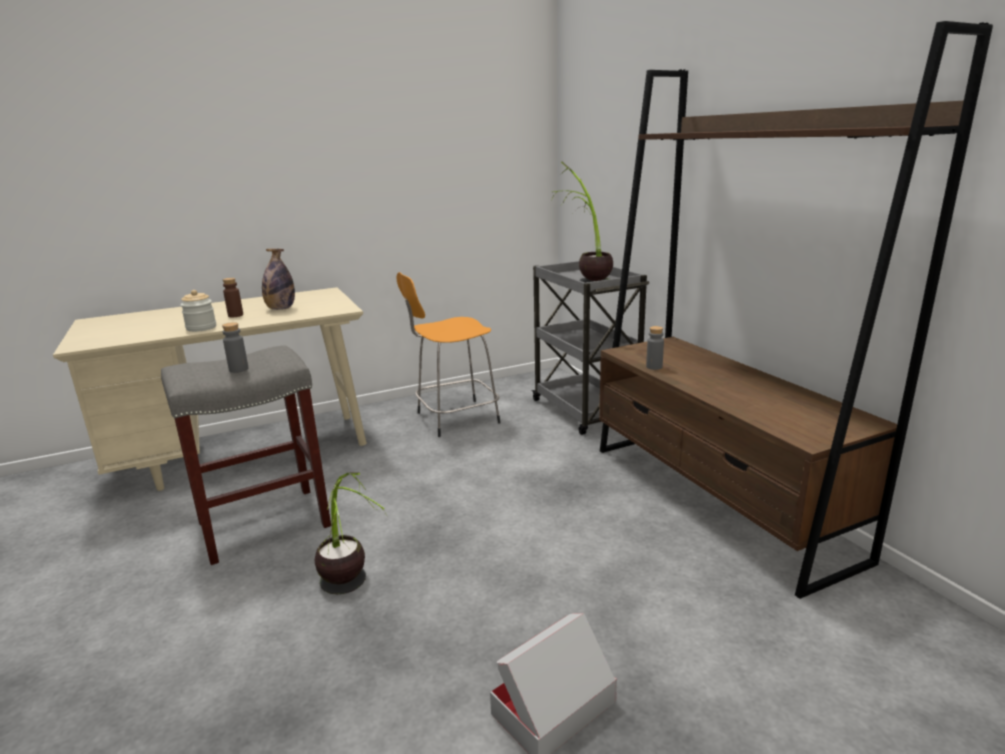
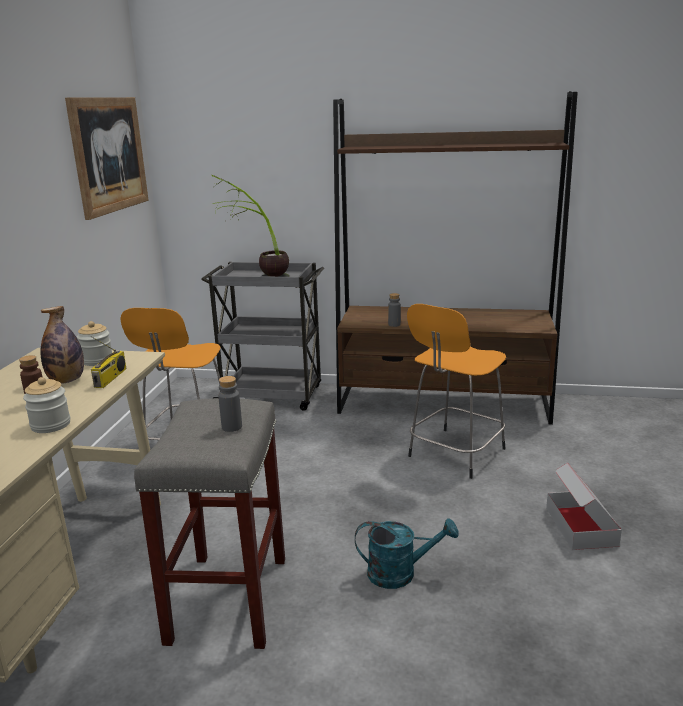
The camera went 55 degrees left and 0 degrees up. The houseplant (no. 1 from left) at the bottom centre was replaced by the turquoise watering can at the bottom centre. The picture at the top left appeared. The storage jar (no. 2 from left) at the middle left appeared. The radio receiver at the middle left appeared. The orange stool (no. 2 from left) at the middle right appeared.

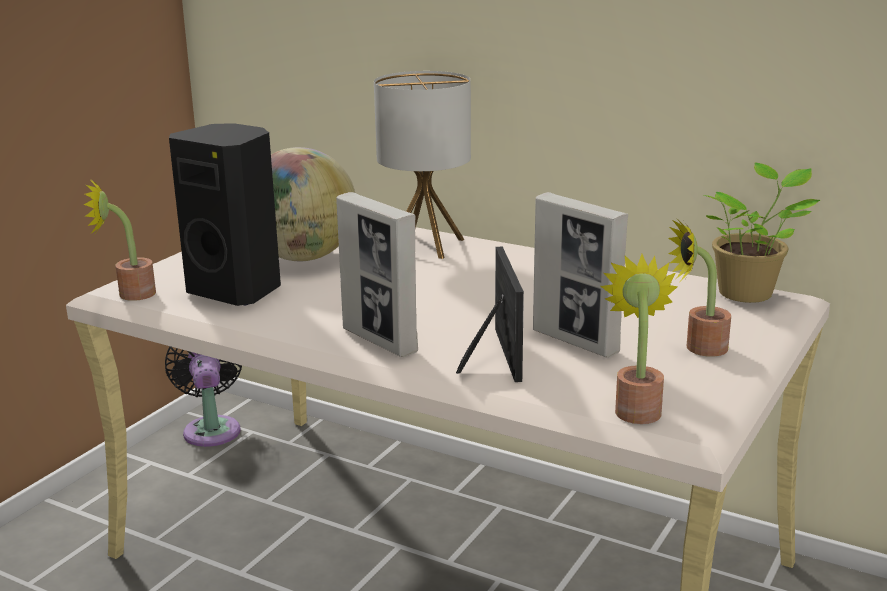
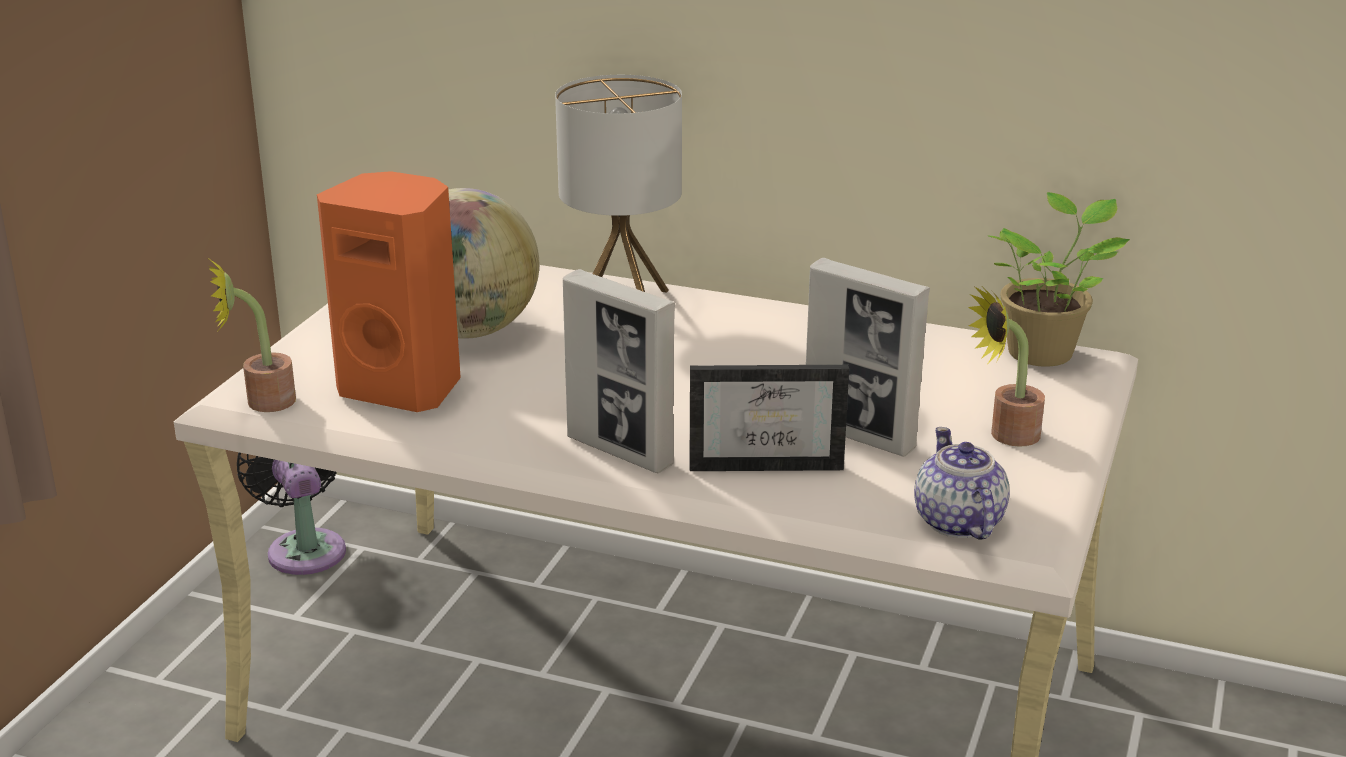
The camera went 10 degrees left and 5 degrees up. The blackish loudspeaker at the middle left became the orange loudspeaker at the middle left. The picture frame (no. 2 from left) at the centre turned 105 degrees clockwise. The houseplant (no. 2 from left) at the middle right was replaced by the teapot at the middle right.

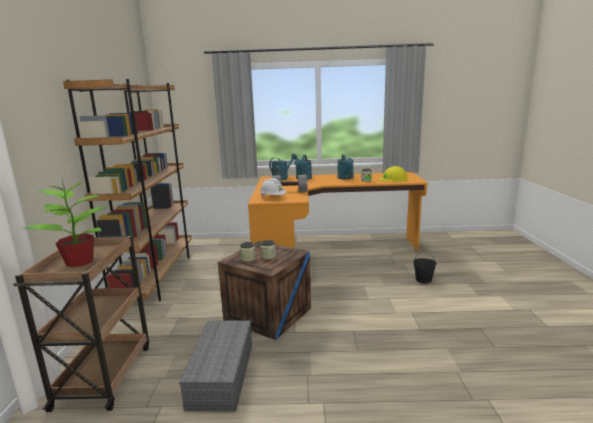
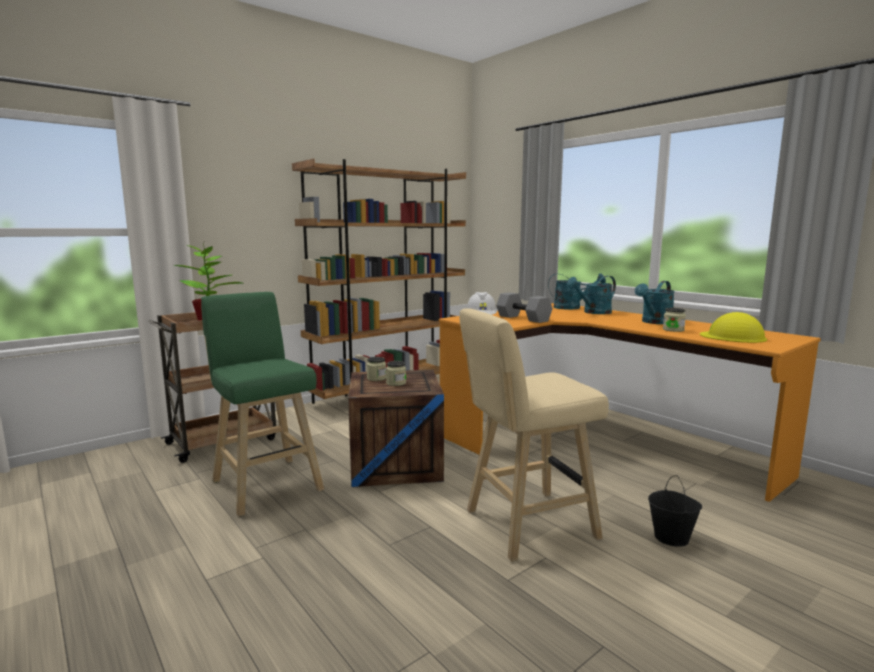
The camera went 50 degrees right and 5 degrees down. The gray storage container at the bottom centre was replaced by the greenish stool at the middle left. The beige-coloured stool at the centre appeared.

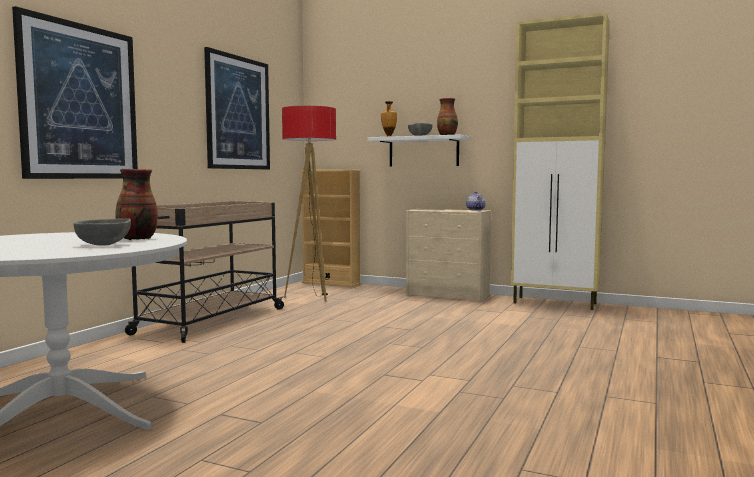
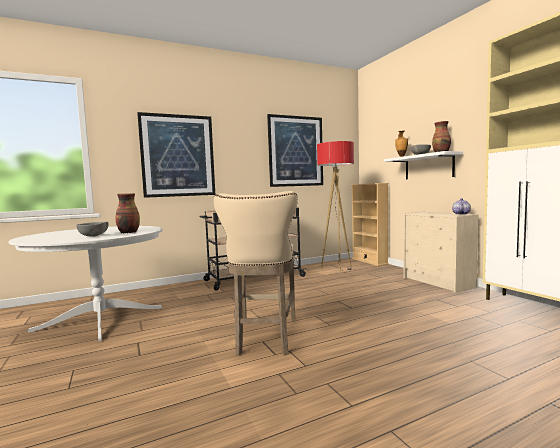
The camera went 40 degrees right and 0 degrees up. The beige-coloured stool at the centre appeared.

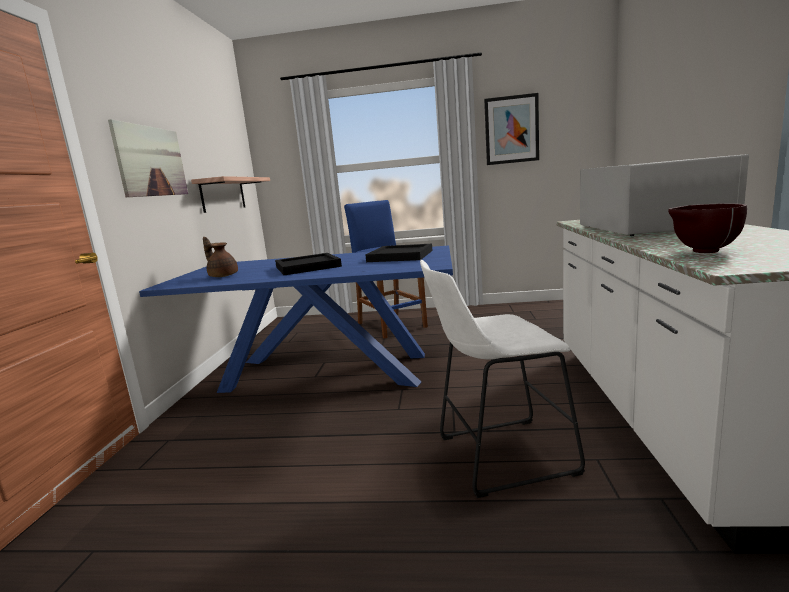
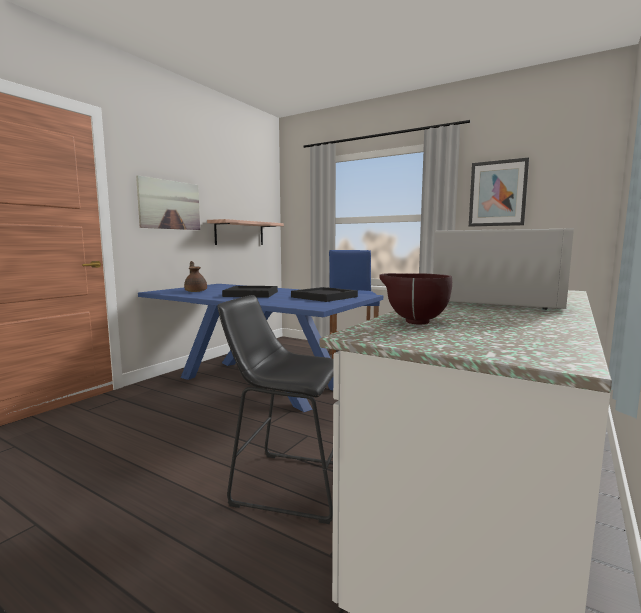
The camera went 25 degrees right and 5 degrees down. The whitish stool at the centre became the blackish stool at the bottom centre.

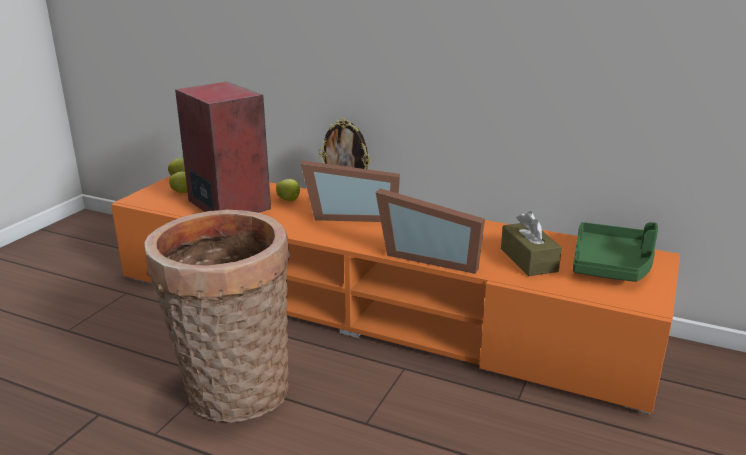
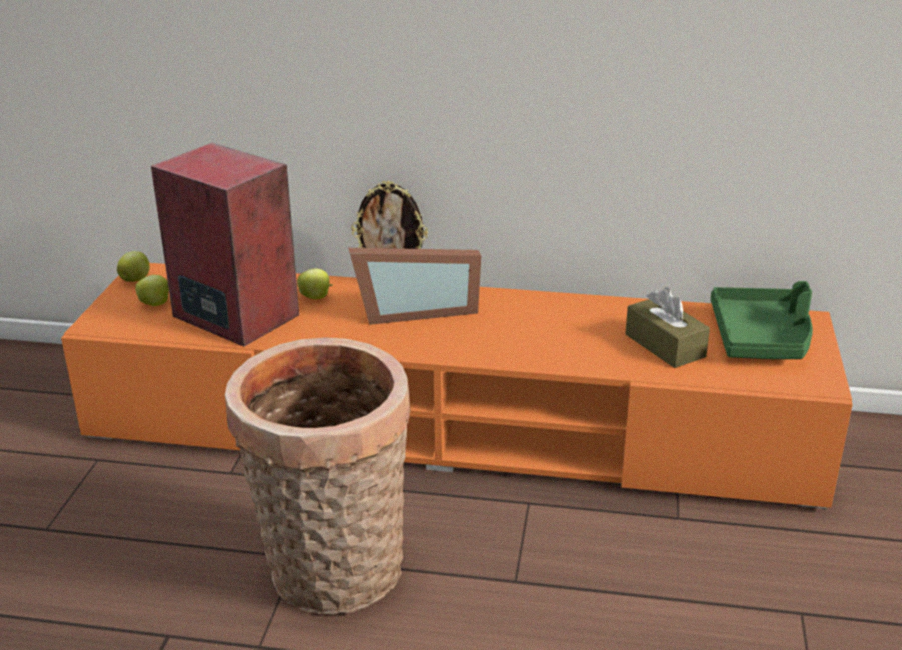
The camera went 15 degrees left and 5 degrees up. The picture frame (no. 3 from left) at the centre disappeared.

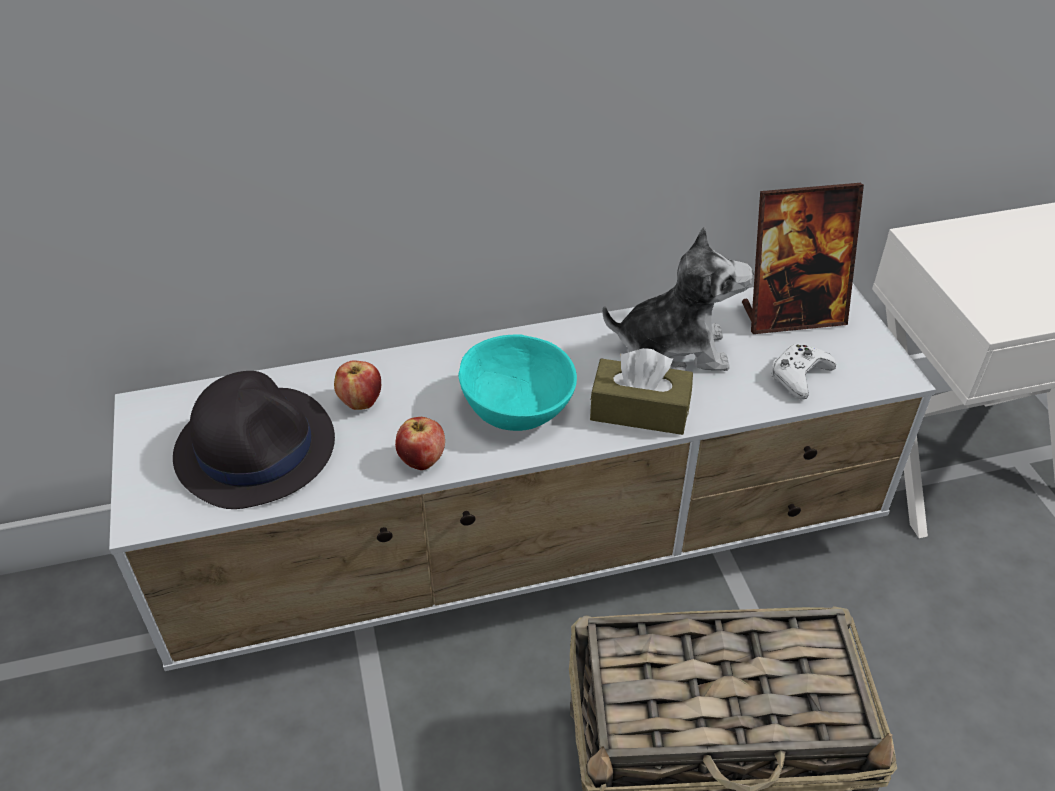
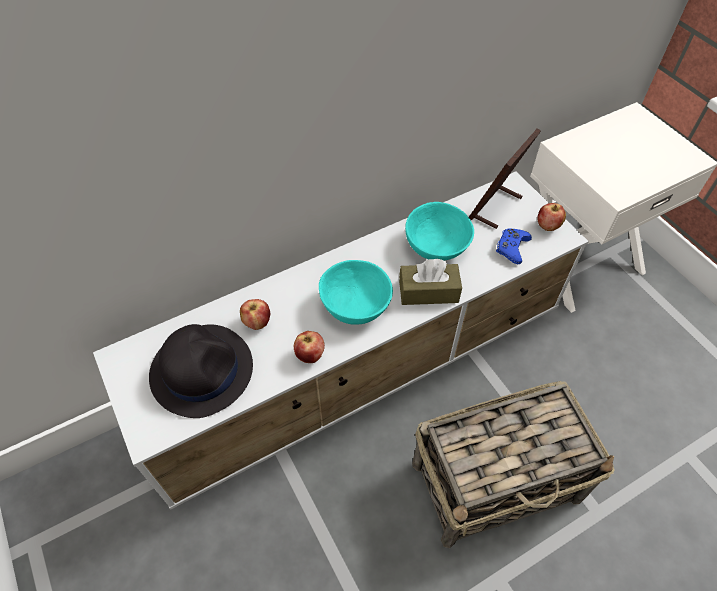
The camera went 15 degrees left and 10 degrees up. The plush toy at the centre was replaced by the turquoise bowl (no. 2 from left) at the centre. The picture frame at the top right turned 150 degrees clockwise. The whitish gamepad at the middle right became the blue-coloured gamepad at the middle right. The apple fruit (no. 3 from left) at the middle right appeared.

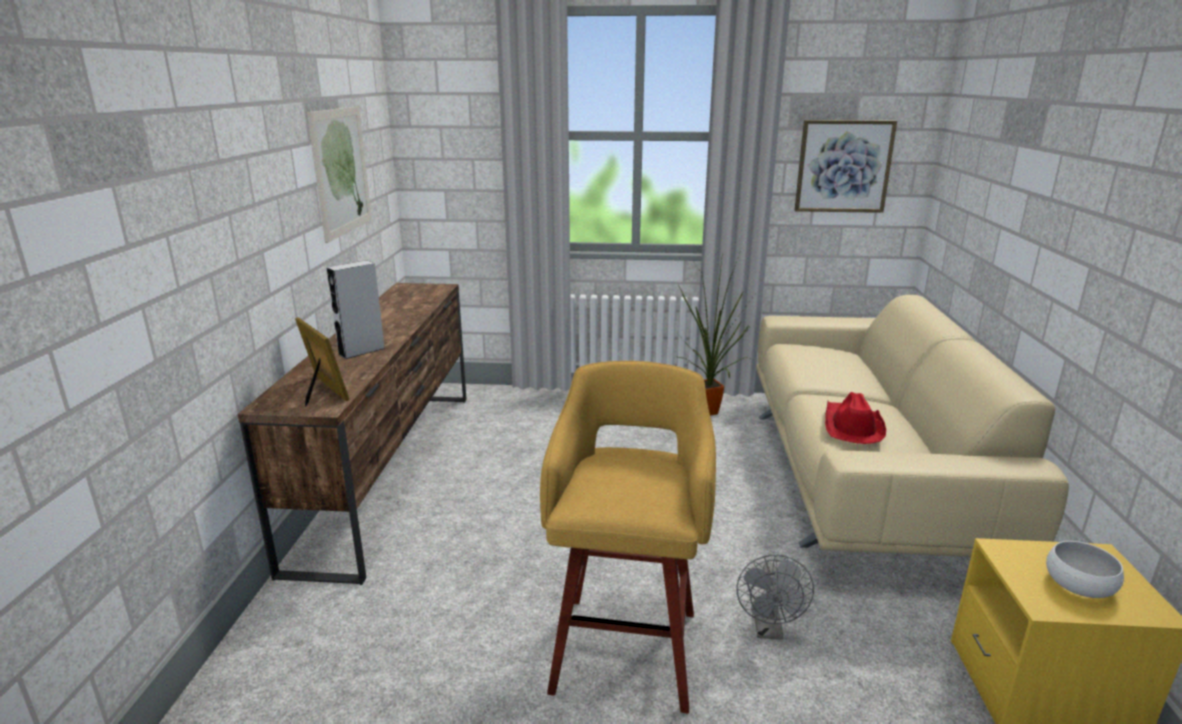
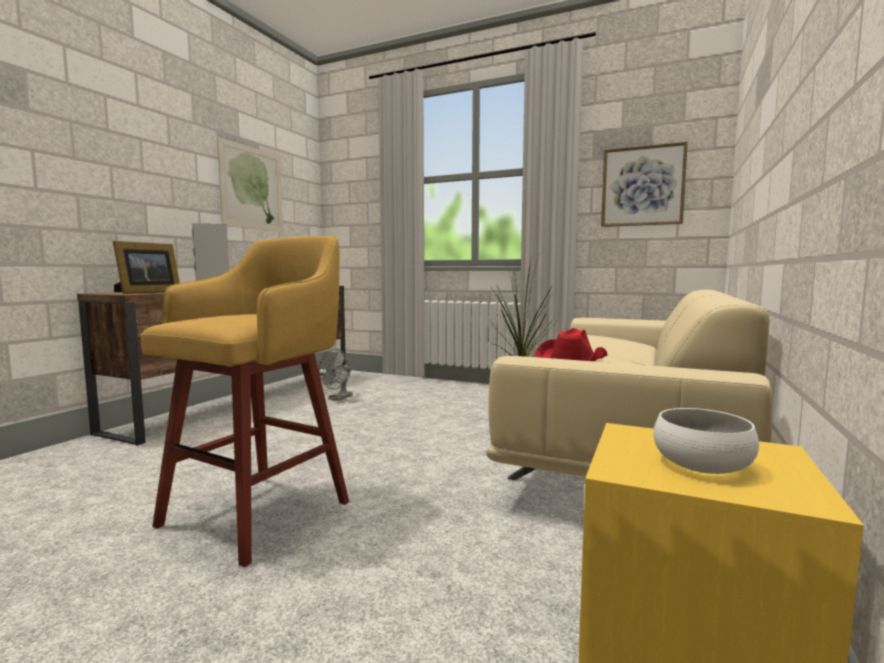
The camera went 20 degrees right and 15 degrees down. The picture frame at the middle left turned 45 degrees clockwise. The gray fan moved from the bottom centre to the centre.

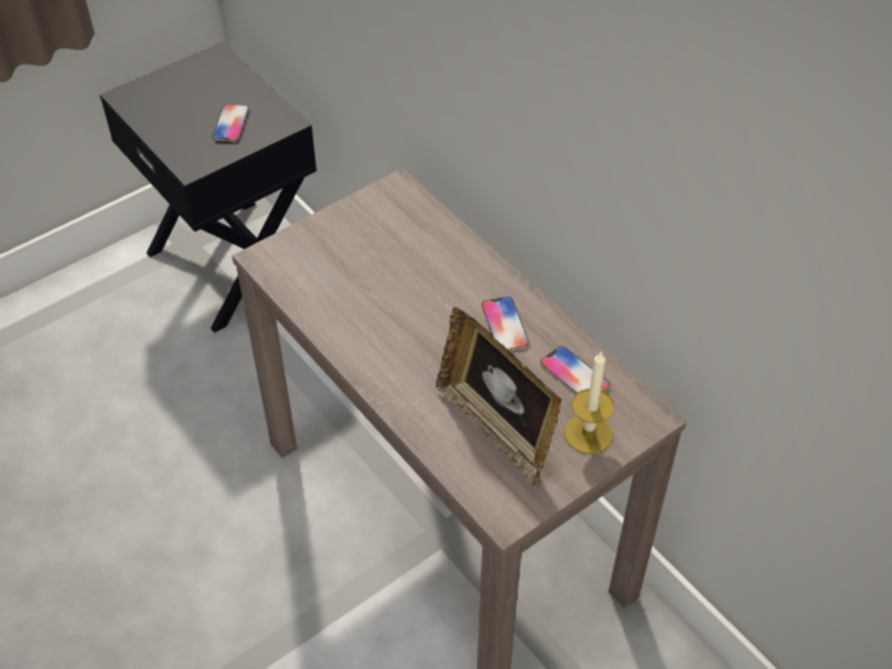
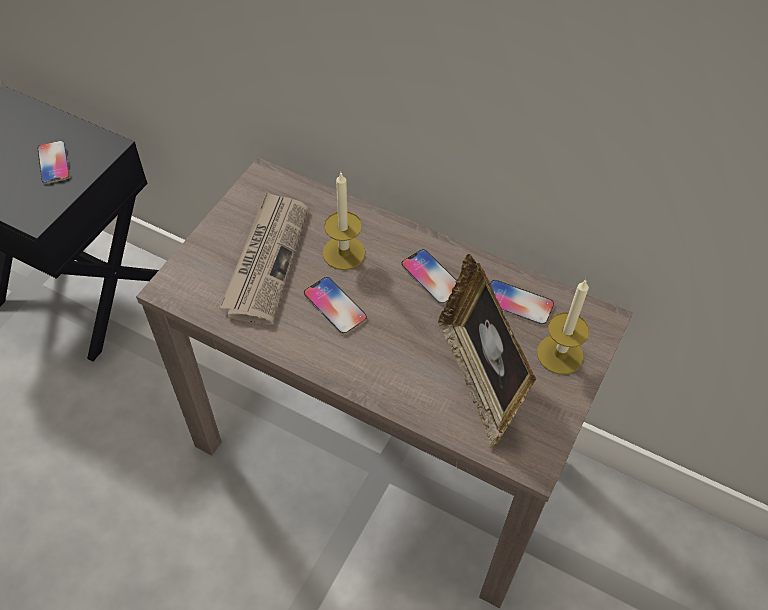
The camera went 25 degrees left and 5 degrees up. The picture frame at the centre turned 45 degrees clockwise. The newspaper at the centre appeared. The handset (no. 2 from left) at the centre appeared. The candle (no. 1 from left) at the centre appeared.

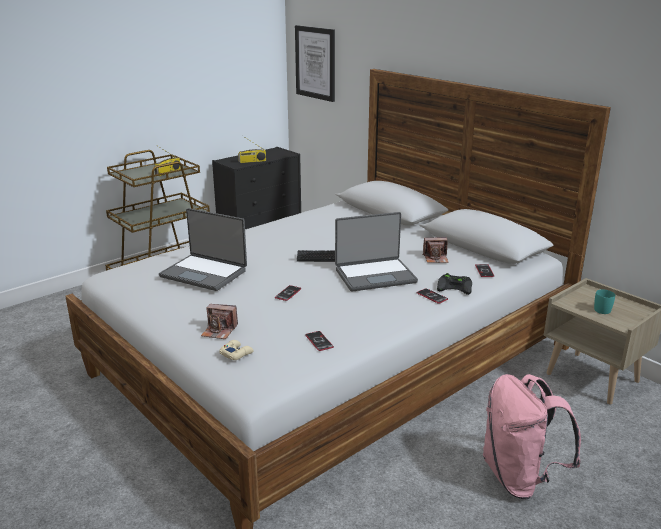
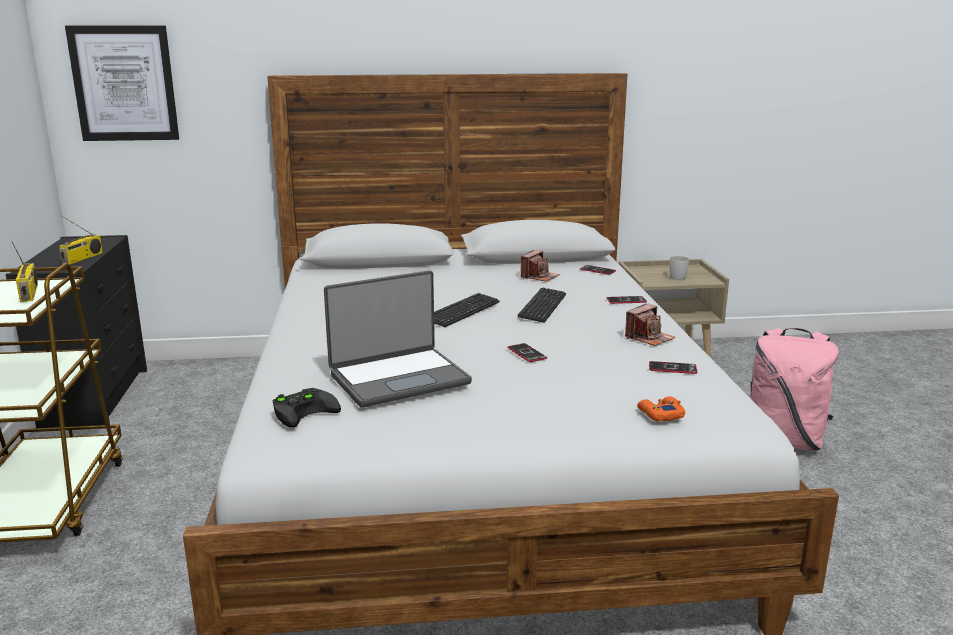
The camera went 55 degrees left and 5 degrees down. The still camera (no. 1 from left in the first image) moved from the middle left to the middle right. The beige-coloured gamepad at the centre became the orange gamepad at the middle right. The portable computer (no. 2 from left) at the centre was replaced by the computer keyboard (no. 2 from left) at the centre. The blackish gamepad moved from the middle right to the middle left. The turquoise mug at the middle right became the whitish mug at the middle right.

